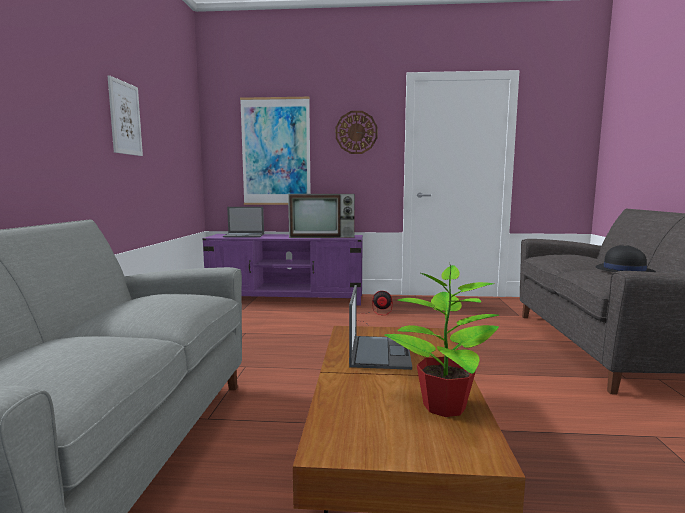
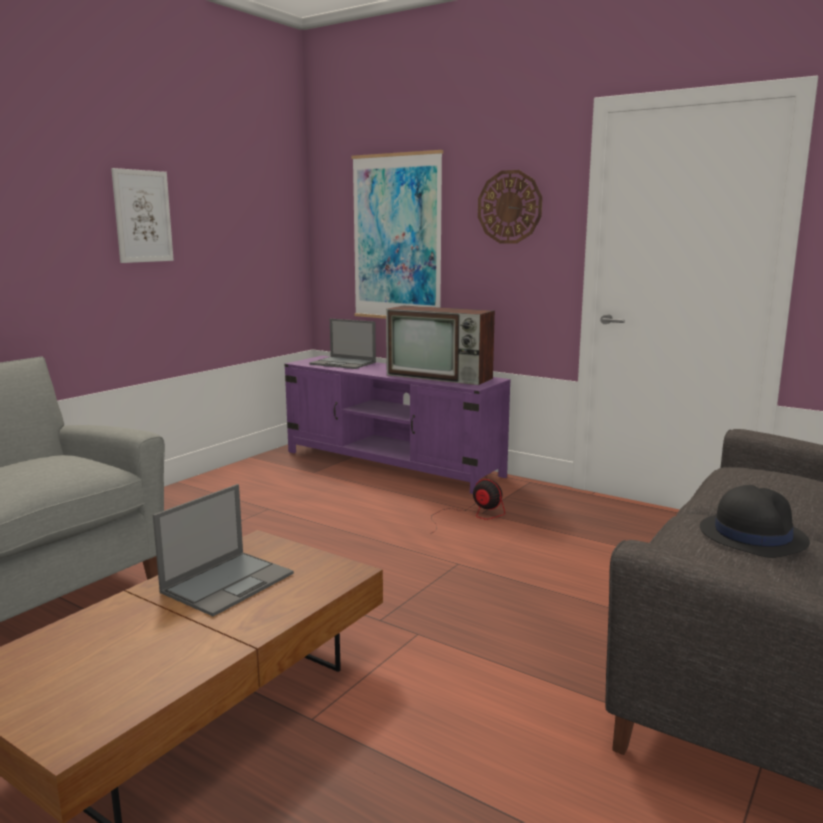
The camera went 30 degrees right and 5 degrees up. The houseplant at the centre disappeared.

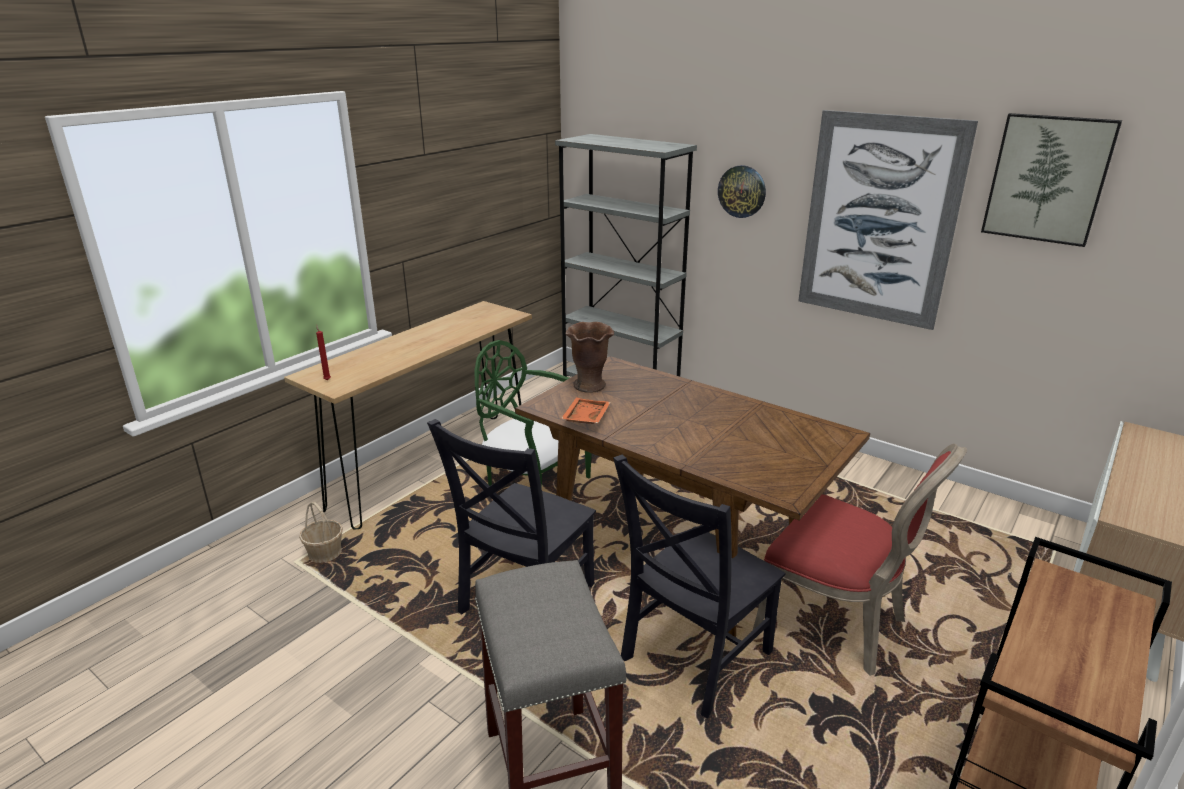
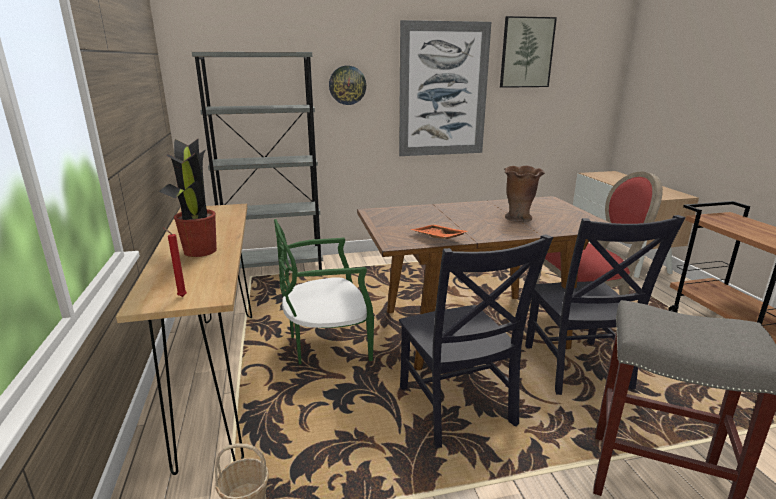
The camera went 50 degrees left and 5 degrees down. The brown-coloured flower vase moved from the centre to the middle right. The houseplant at the middle left appeared.

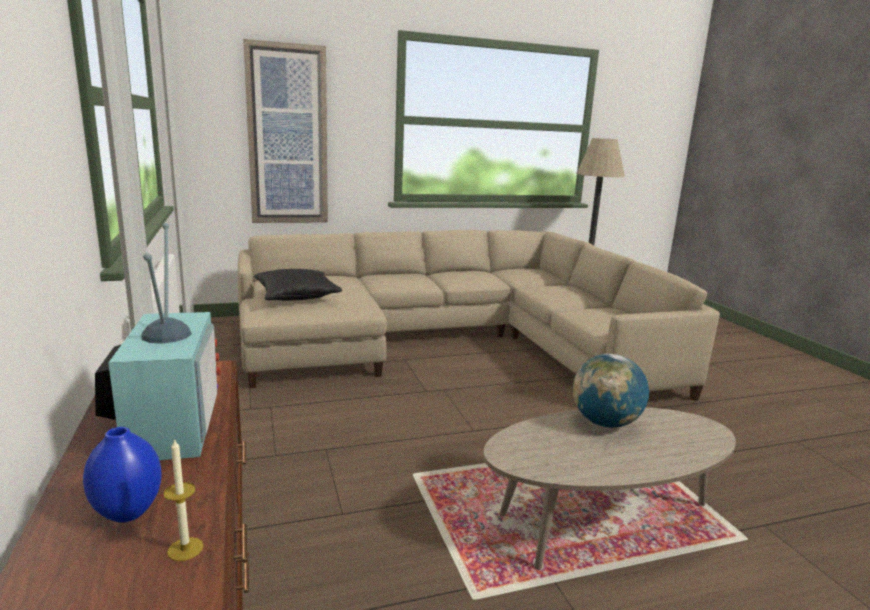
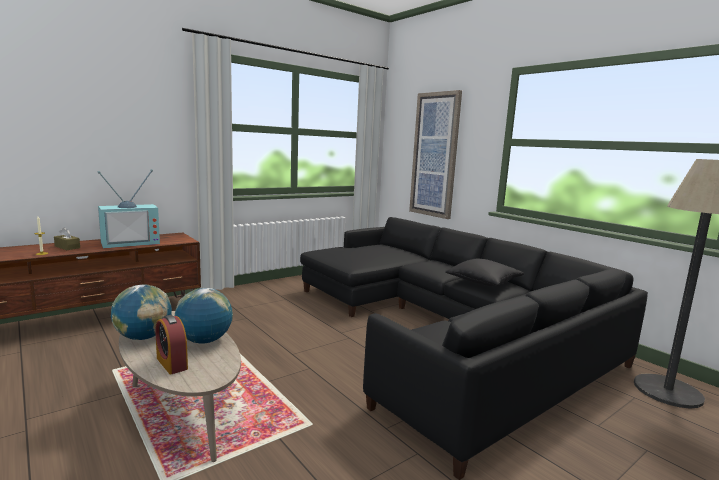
The camera went 70 degrees right and 5 degrees down. The blue-coloured flower vase at the bottom left was replaced by the brown-coloured box of tissues at the middle left. The beige-coloured sofa at the centre became the blackish sofa at the bottom centre. The blackish throw pillow moved from the centre to the middle right. The world globe (no. 1 from left) at the middle left appeared. The alarm clock at the bottom left appeared.

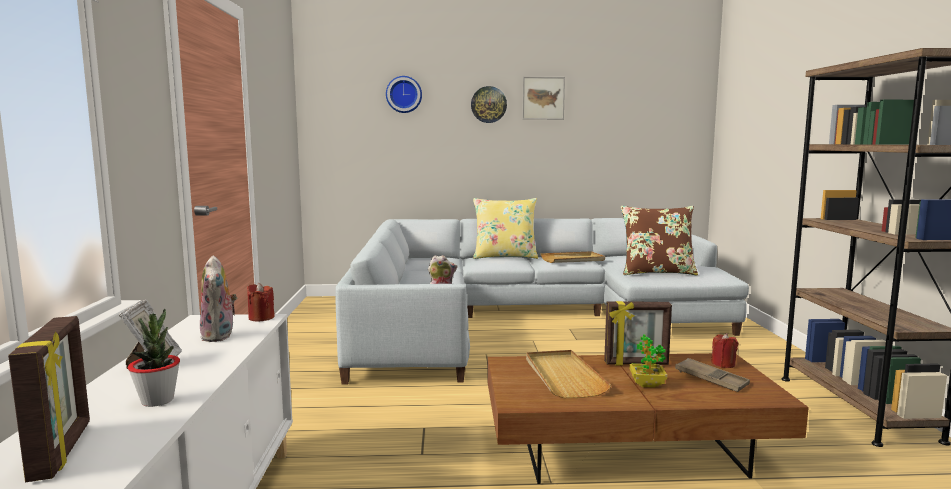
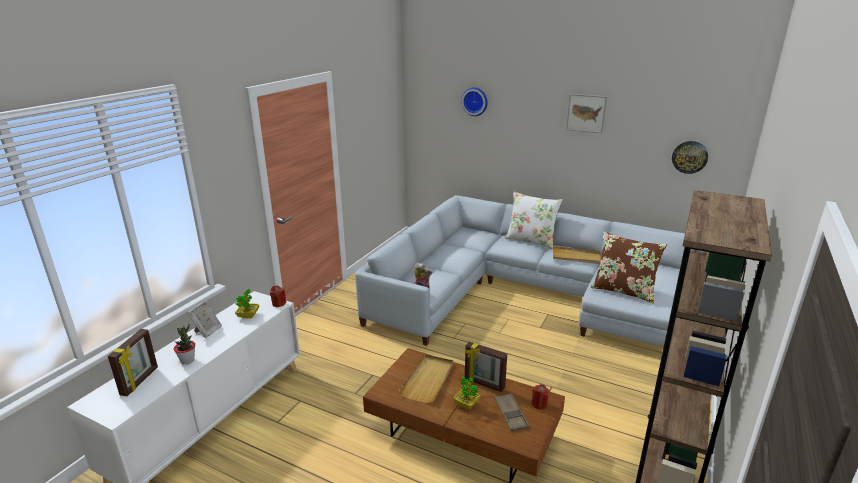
The camera went 30 degrees right and 15 degrees up. The plush toy (no. 1 from left) at the middle left was replaced by the houseplant (no. 2 from left) at the middle left. The clock on the wall (no. 2 from left) moved from the top centre to the top right. The yellow-coloured throw pillow at the centre became the whitish throw pillow at the centre.

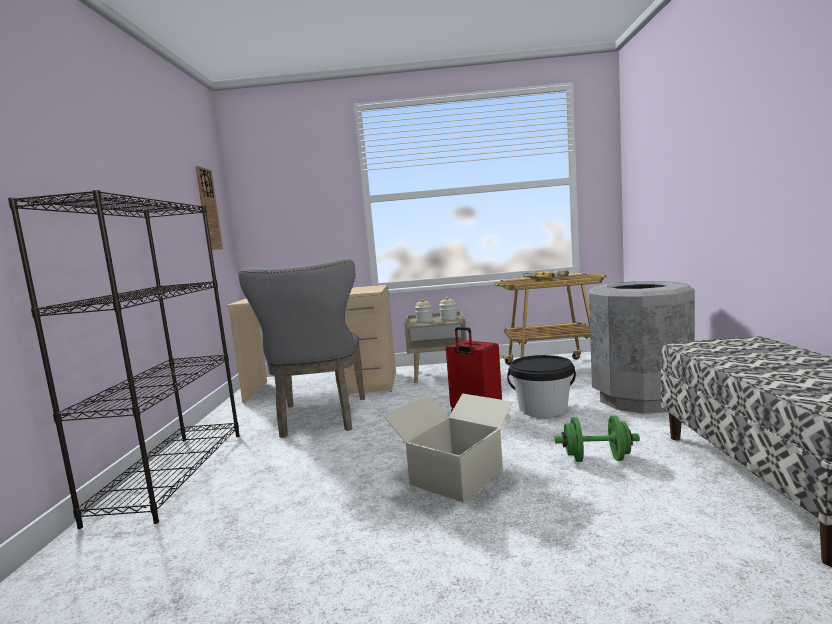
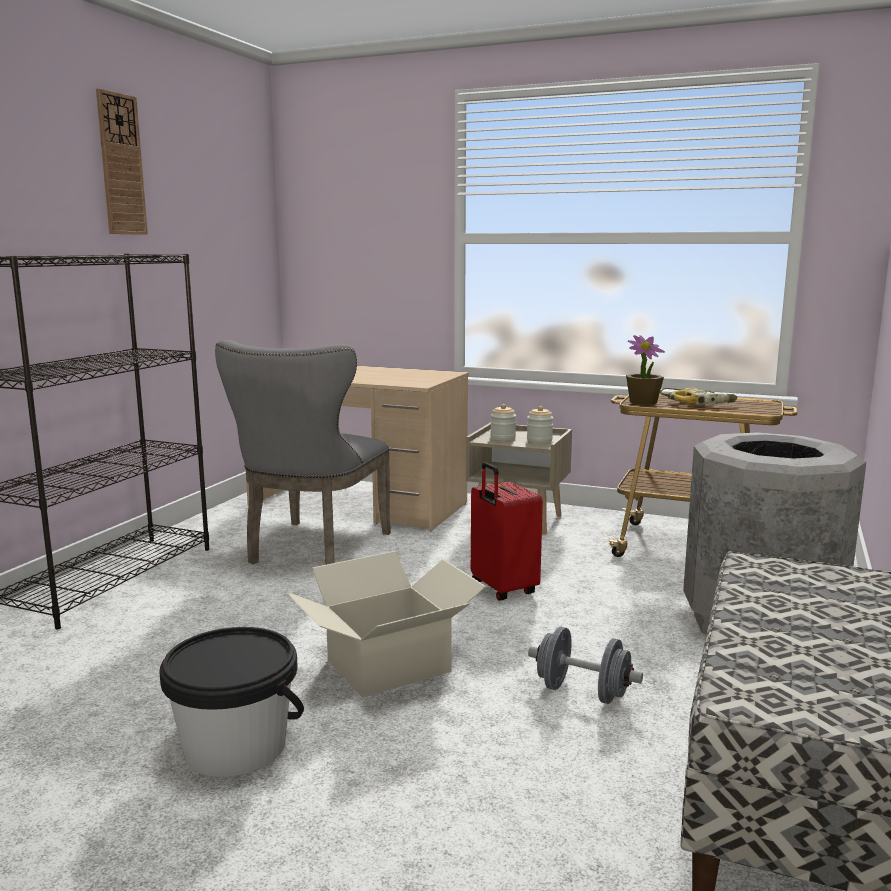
The camera went 20 degrees right and 5 degrees up. The clock on the wall moved from the middle left to the top left. The blackish water bucket moved from the centre to the bottom left. The greenish hand weight at the bottom right became the gray hand weight at the bottom centre. The houseplant at the middle right appeared.

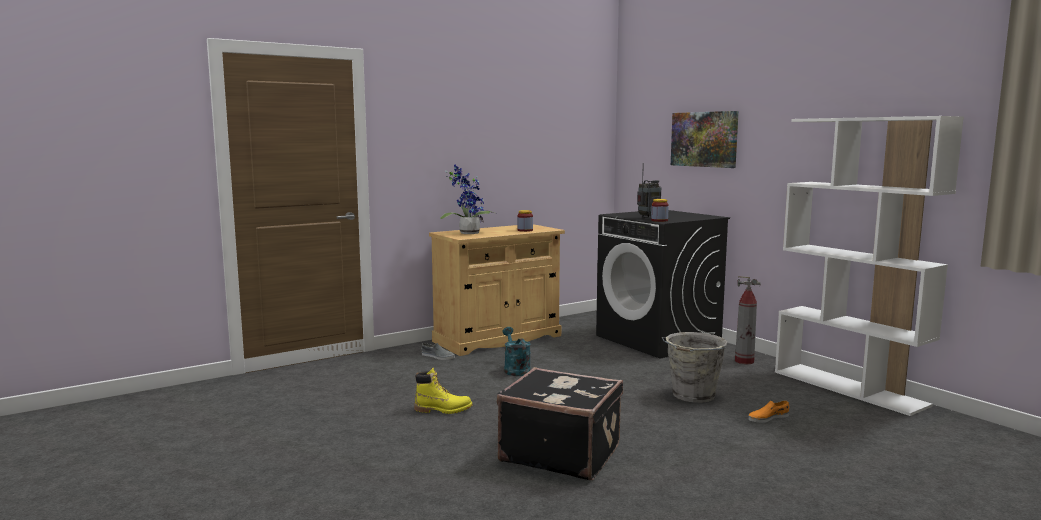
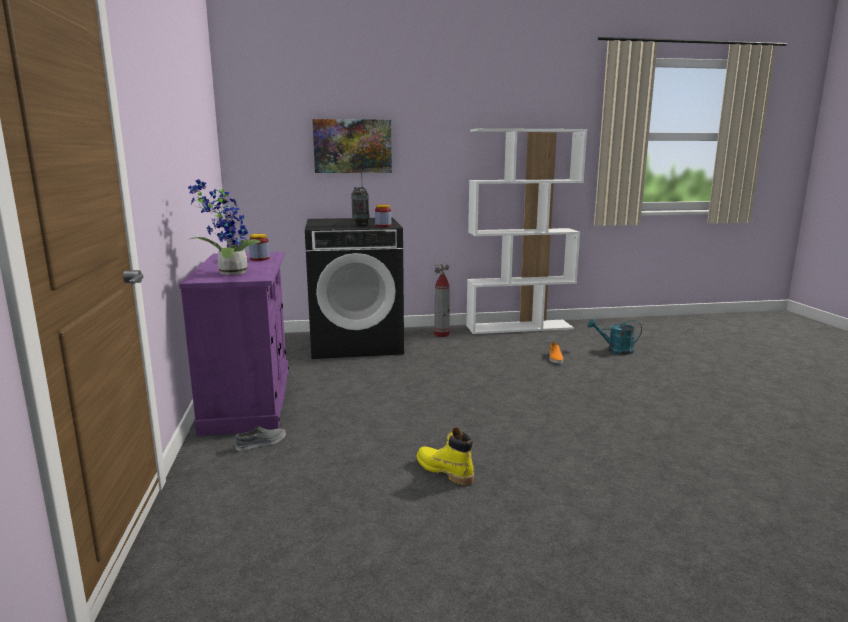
The camera went 65 degrees left and 5 degrees up. The yellow-coloured boot at the bottom centre turned 75 degrees counterclockwise. The beige-coloured cupboard at the centre became the purplish cupboard at the middle left. The blackish piece of luggage at the bottom centre disappeared. The turquoise watering can moved from the bottom centre to the middle right. The gray water bucket at the bottom right disappeared.

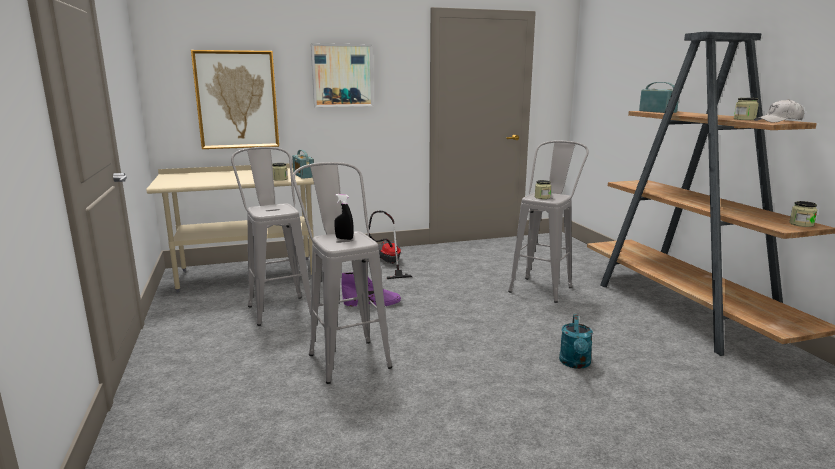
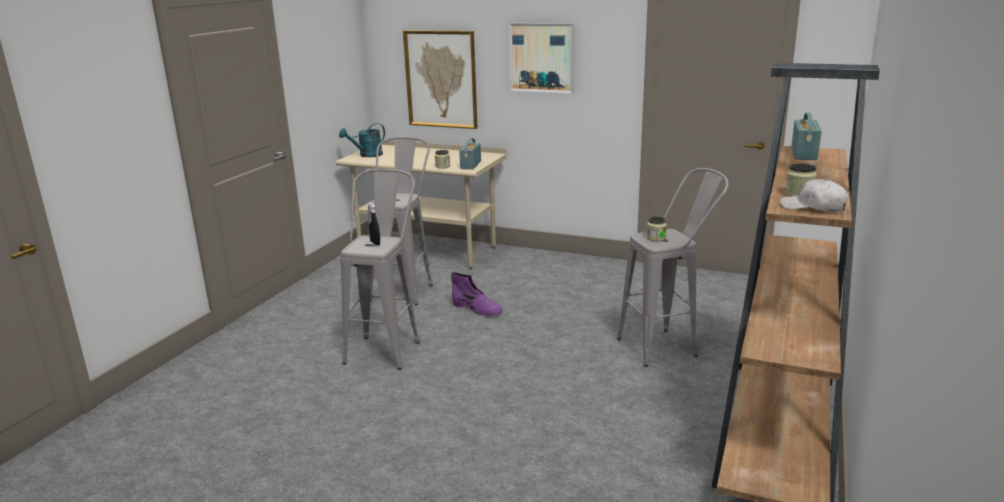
The camera went 40 degrees right and 5 degrees up. The vacuum cleaner at the centre disappeared. The turquoise watering can moved from the bottom right to the top centre. The storage jar (no. 4 from left) at the middle right disappeared.

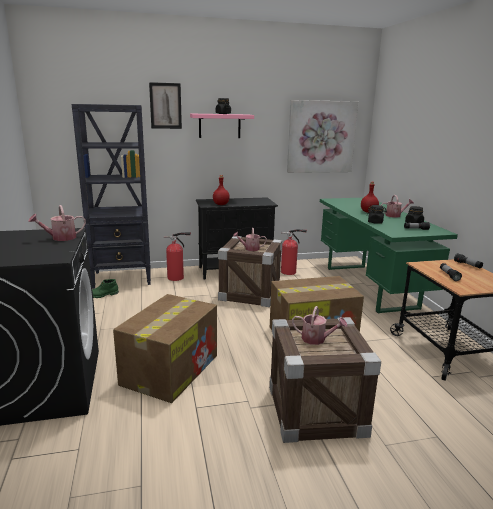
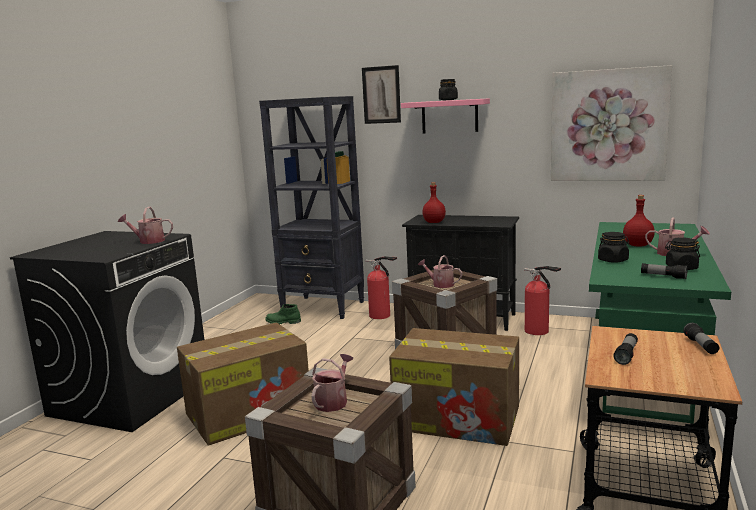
The camera went 35 degrees right and 5 degrees down. The watering can (no. 3 from left in the first image) at the centre turned 120 degrees counterclockwise.

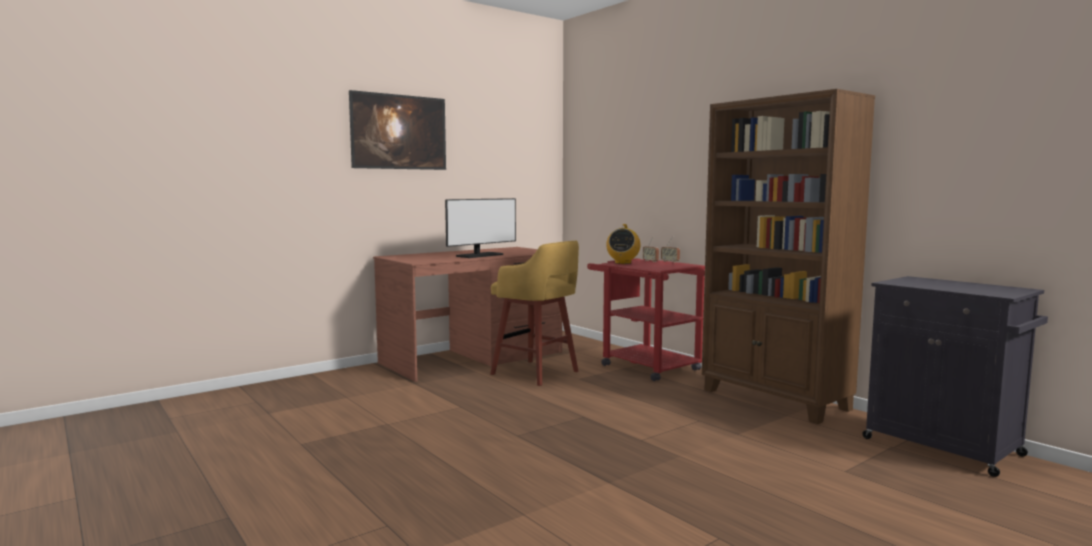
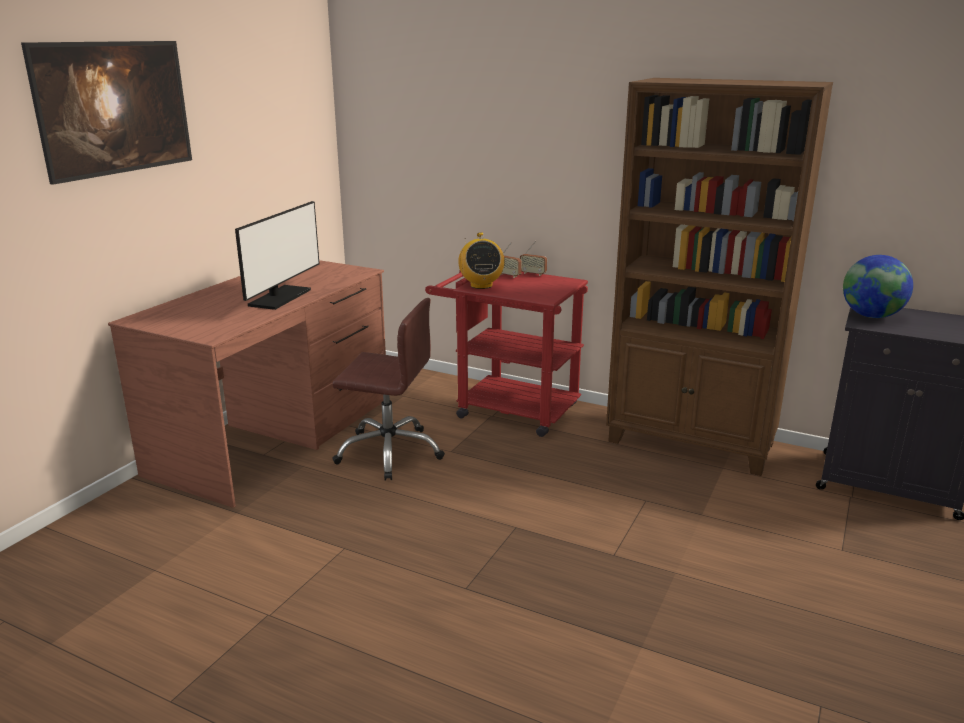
The camera went 25 degrees left and 15 degrees up. The yellow-coloured stool at the centre was replaced by the brown-coloured desk chair at the centre. The world globe at the middle right appeared.

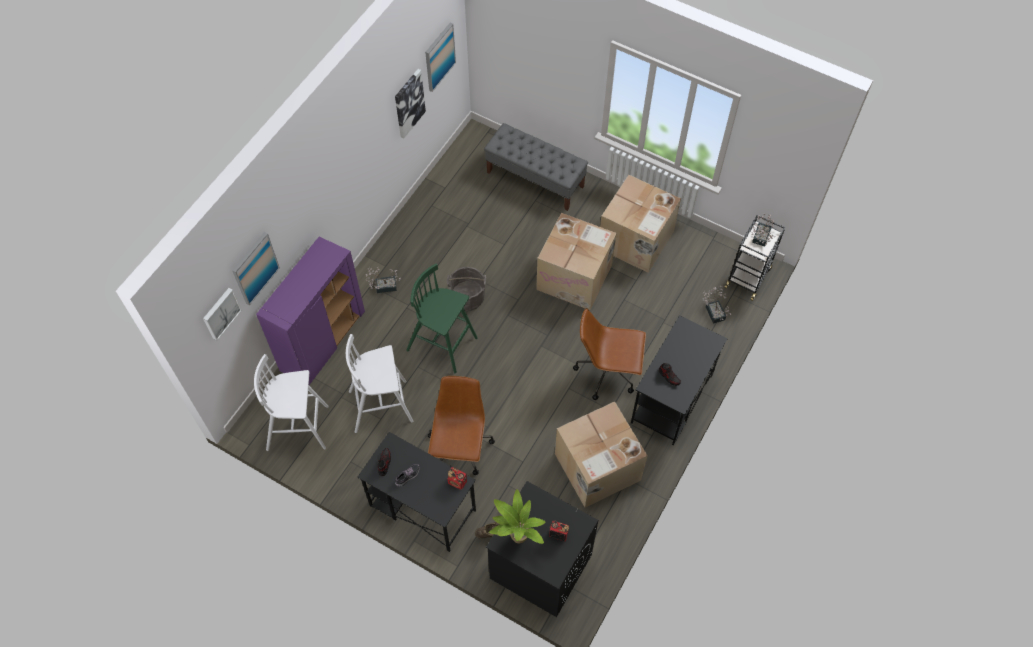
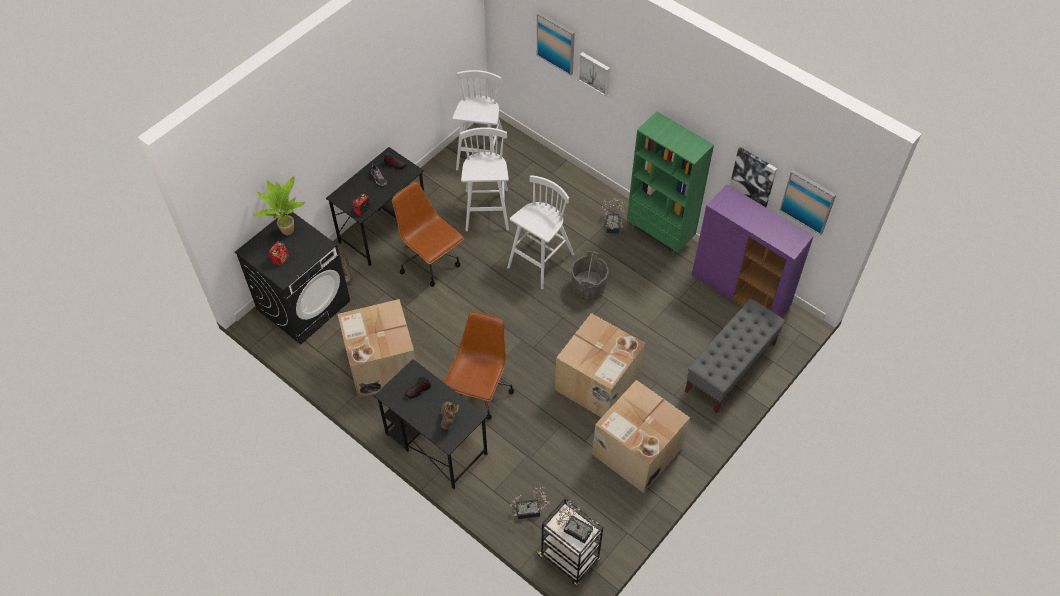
The camera went 100 degrees right and 5 degrees down. The picture (no. 1 from left in the first image) moved from the middle left to the top centre. The purplish cupboard moved from the middle left to the middle right. The greenish stool at the centre became the whitish stool (no. 3 from left) at the centre. The brown-coloured desk chair (no. 1 from left) at the centre turned 150 degrees counterclockwise. The brown-coloured boot (no. 2 from left) at the bottom centre appeared. The greenish bookcase at the top centre appeared.

